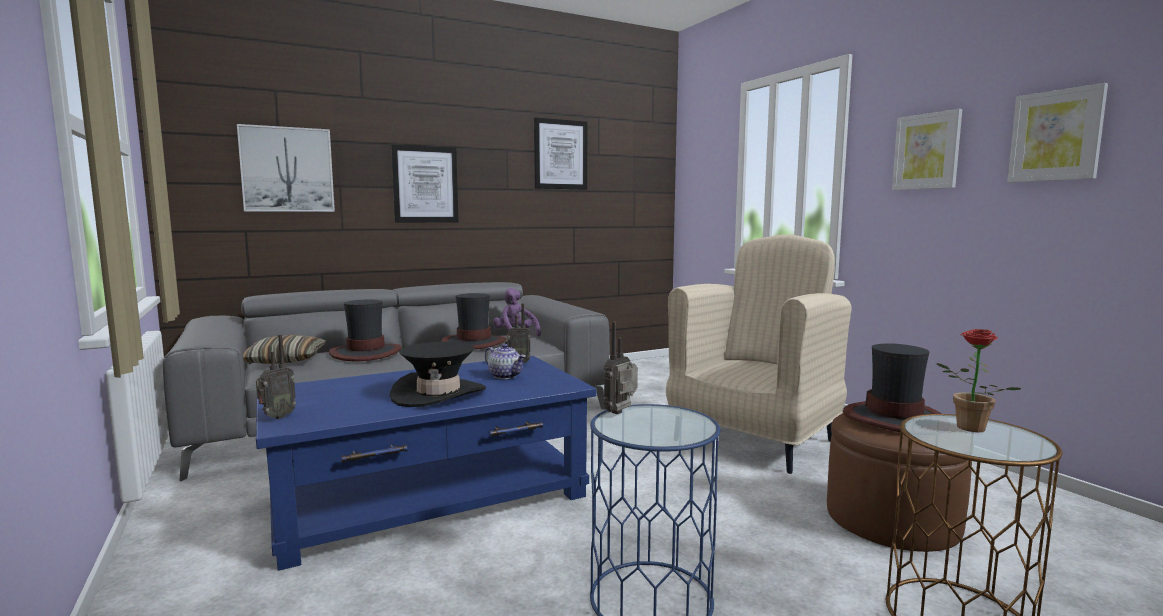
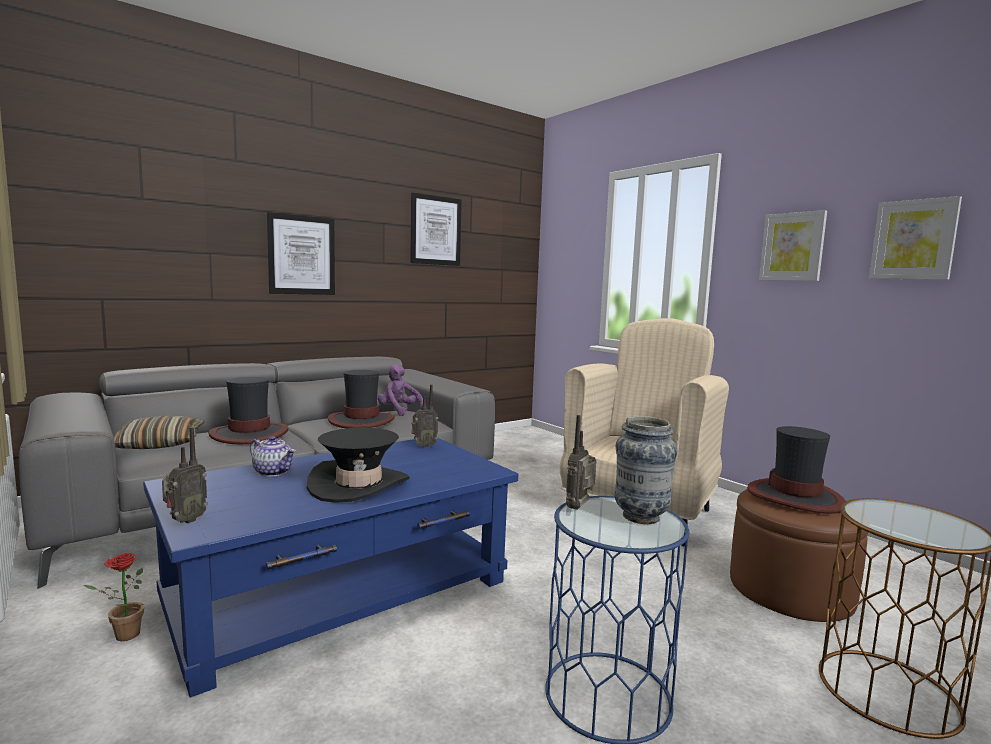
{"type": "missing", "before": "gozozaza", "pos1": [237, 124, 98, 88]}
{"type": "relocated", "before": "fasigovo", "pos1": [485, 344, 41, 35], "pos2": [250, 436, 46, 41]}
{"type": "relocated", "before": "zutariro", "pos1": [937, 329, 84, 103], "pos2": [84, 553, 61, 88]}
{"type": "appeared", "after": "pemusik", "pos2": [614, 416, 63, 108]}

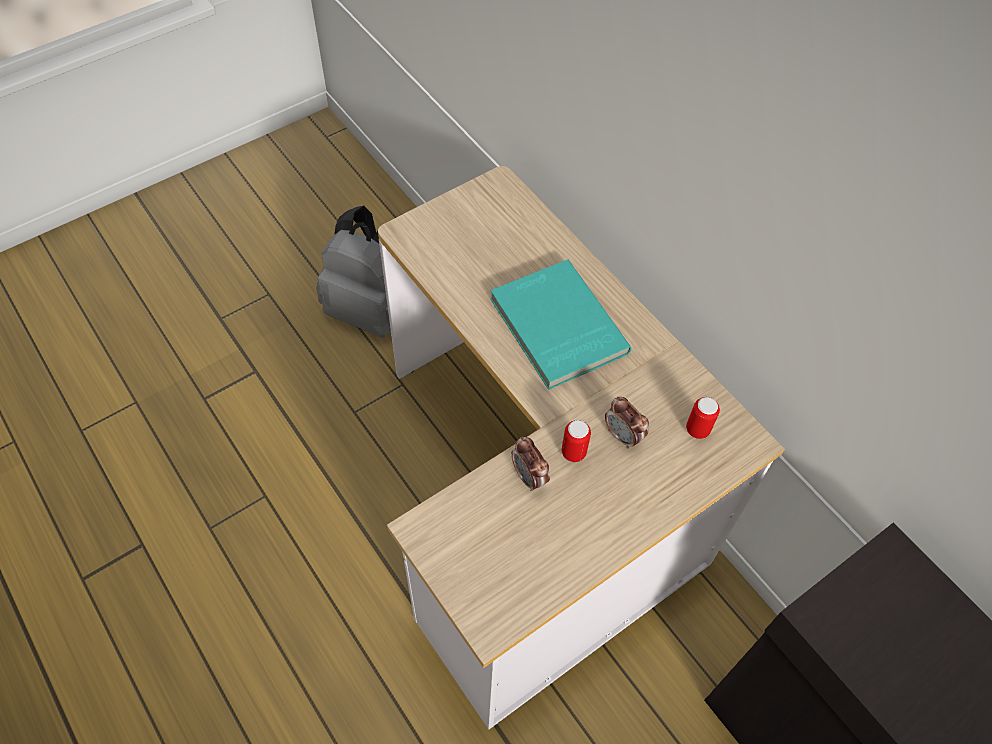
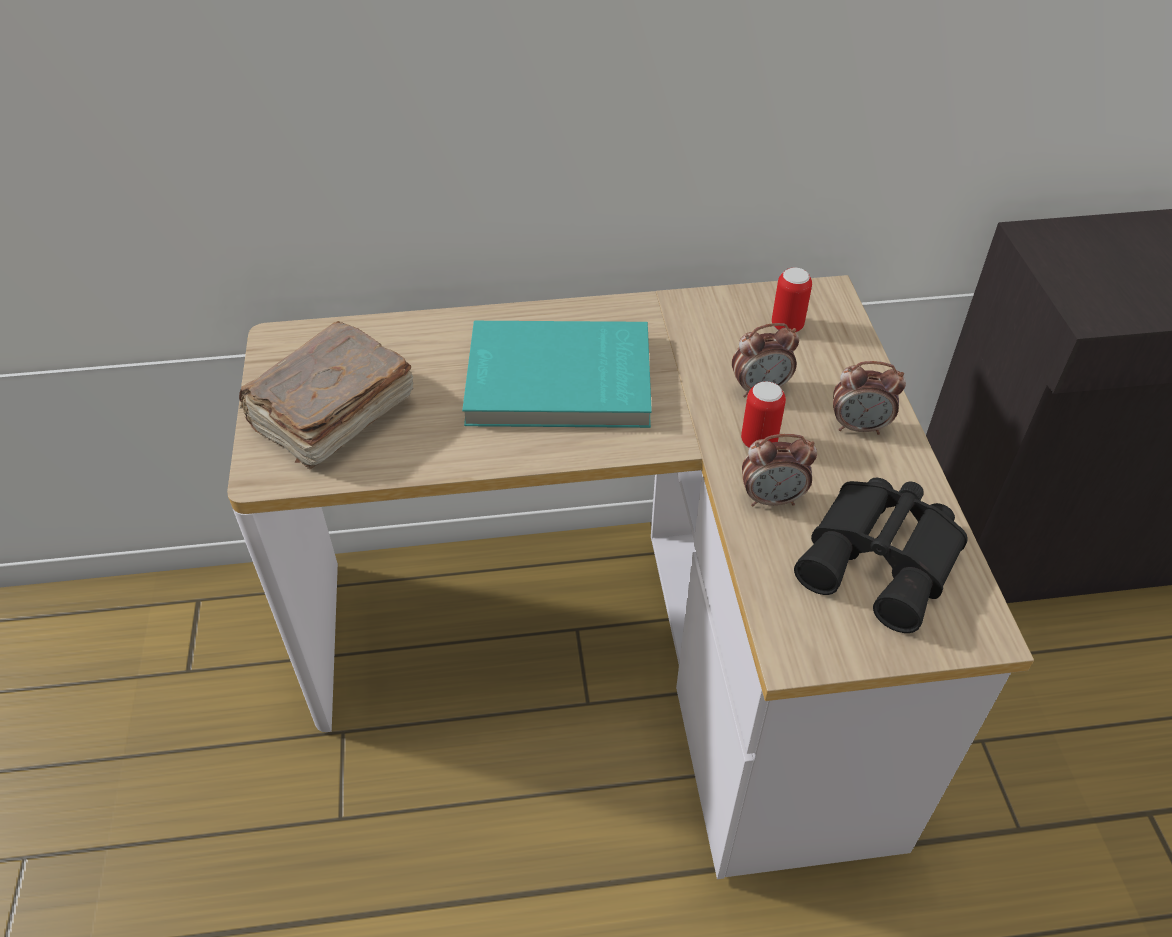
{"type": "missing", "before": "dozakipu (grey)", "pos1": [316, 206, 75, 132]}
{"type": "appeared", "after": "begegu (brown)", "pos2": [239, 321, 174, 148]}
{"type": "appeared", "after": "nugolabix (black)", "pos2": [794, 478, 174, 155]}
{"type": "appeared", "after": "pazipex", "pos2": [833, 361, 73, 74]}

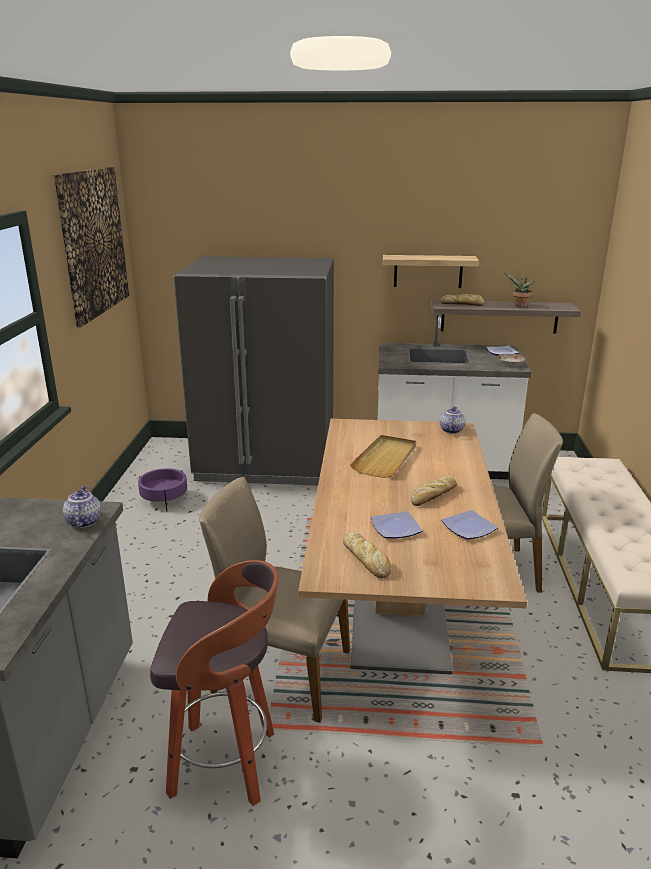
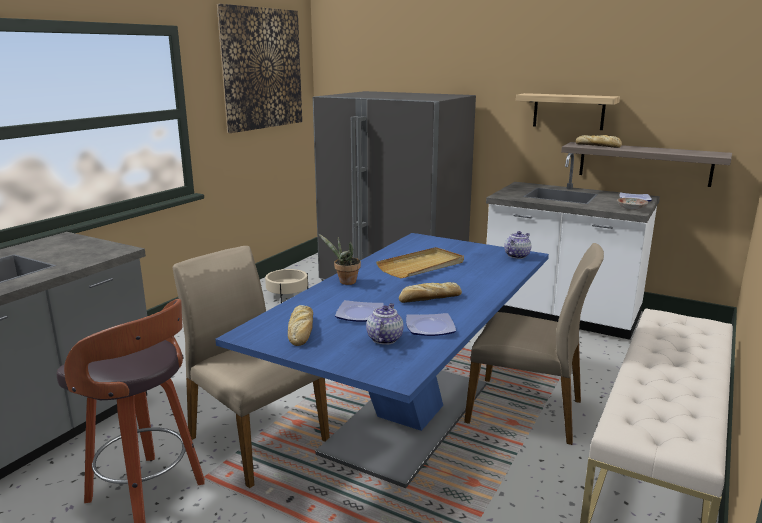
{"type": "relocated", "before": "fasigovo", "pos1": [63, 486, 38, 42], "pos2": [366, 303, 37, 42]}
{"type": "colour", "before": "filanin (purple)", "after": "filanin (beige)", "pos1": [138, 468, 49, 43], "pos2": [265, 269, 43, 34]}
{"type": "colour", "before": "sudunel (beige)", "after": "sudunel (blue)", "pos1": [298, 419, 229, 256], "pos2": [215, 233, 334, 255]}
{"type": "relocated", "before": "zutariro", "pos1": [505, 273, 30, 34], "pos2": [318, 233, 43, 52]}

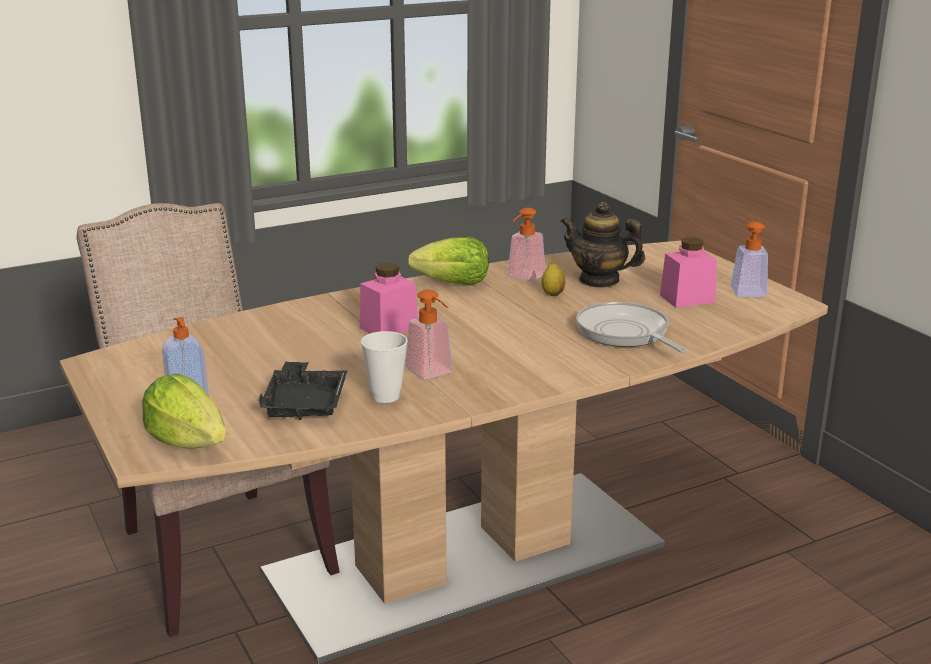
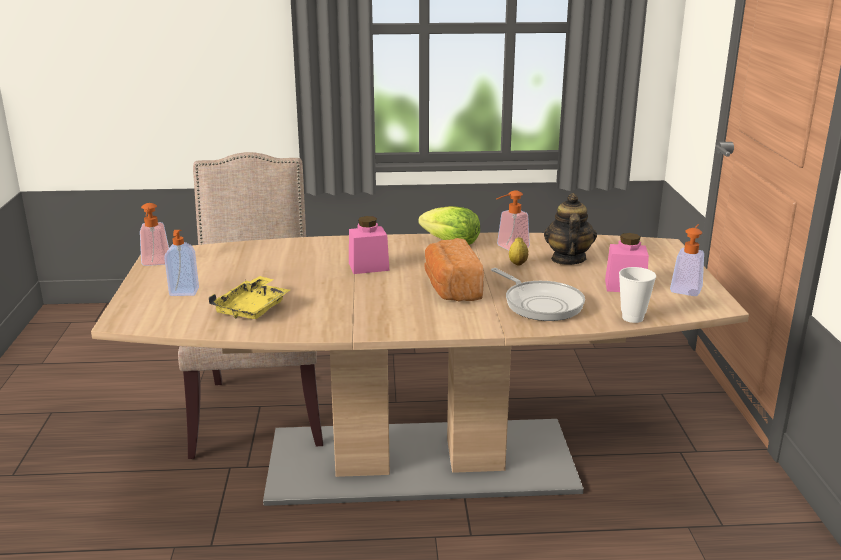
{"type": "missing", "before": "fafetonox", "pos1": [142, 374, 84, 74]}
{"type": "colour", "before": "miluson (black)", "after": "miluson (yellow)", "pos1": [258, 362, 89, 58], "pos2": [209, 276, 81, 43]}
{"type": "relocated", "before": "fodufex", "pos1": [361, 331, 47, 72], "pos2": [619, 267, 37, 56]}
{"type": "relocated", "before": "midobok", "pos1": [405, 289, 47, 91], "pos2": [140, 203, 29, 63]}
{"type": "spun", "before": "fasigovo", "pos1": [560, 202, 85, 86], "pos2": [544, 193, 53, 72], "turn": 45}
{"type": "spun", "before": "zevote", "pos1": [576, 302, 112, 51], "pos2": [491, 268, 94, 53], "turn": 150}
{"type": "appeared", "after": "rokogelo", "pos2": [424, 238, 60, 63]}

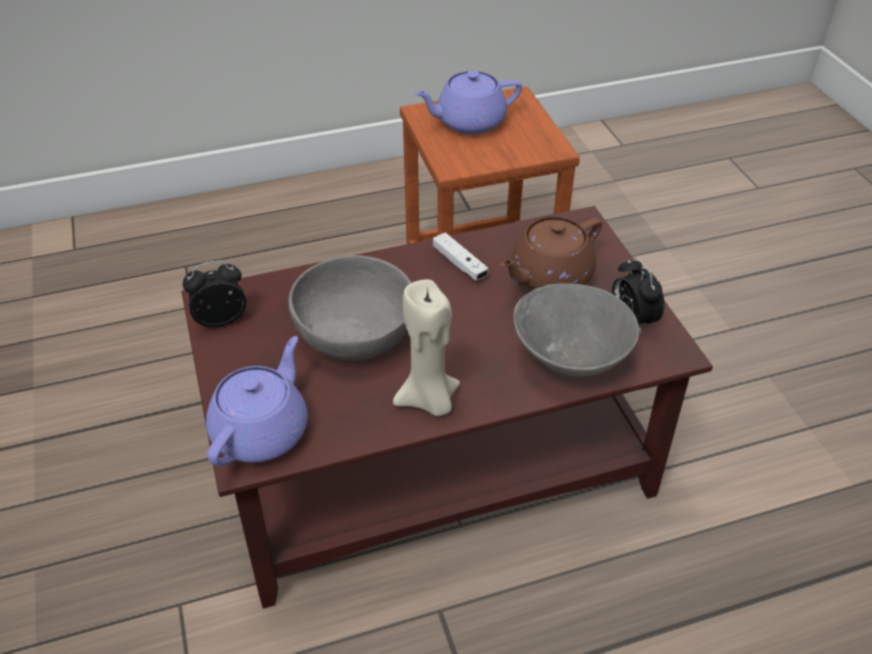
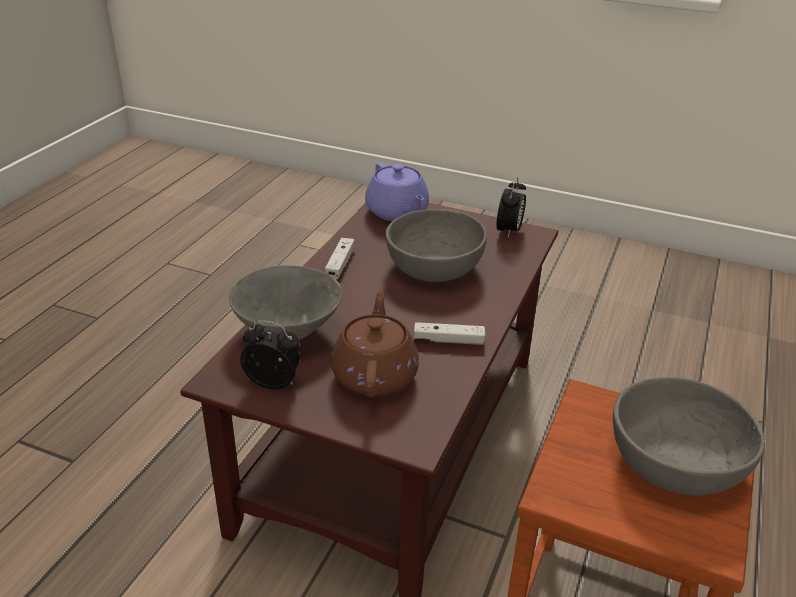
{"type": "exchanged", "before": "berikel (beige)", "after": "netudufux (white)", "pos1": [393, 279, 67, 137], "pos2": [325, 238, 30, 42]}
{"type": "exchanged", "before": "fasigovo (purple)", "after": "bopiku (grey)", "pos1": [415, 71, 107, 64], "pos2": [613, 377, 152, 119]}

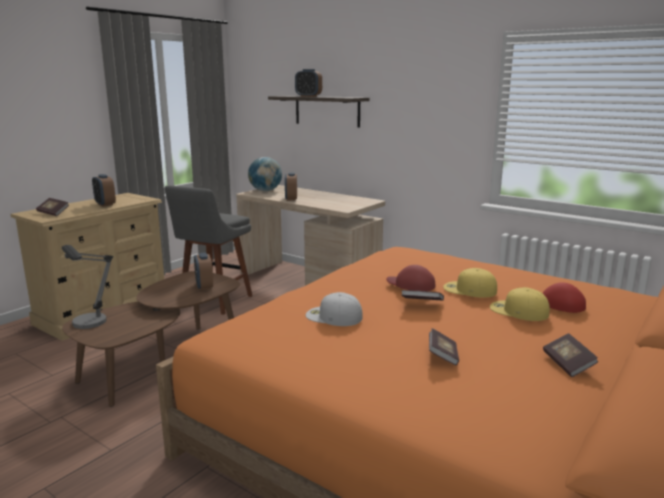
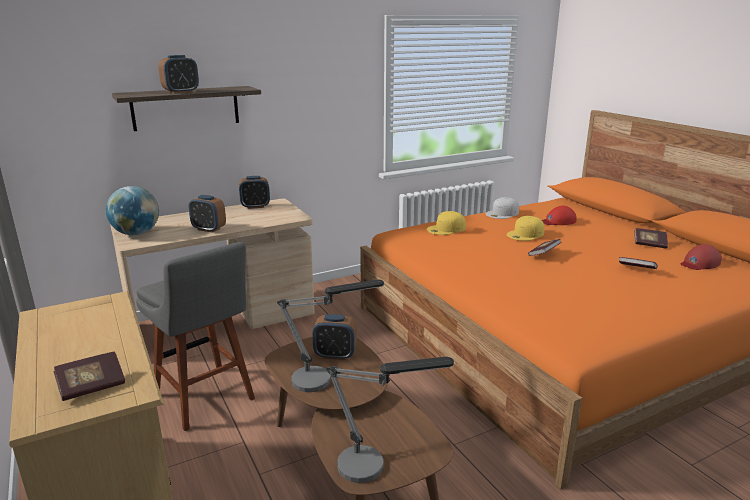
{"type": "relocated", "before": "pazipex", "pos1": [92, 174, 24, 33], "pos2": [239, 176, 31, 33]}
{"type": "relocated", "before": "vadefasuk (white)", "pos1": [306, 292, 57, 34], "pos2": [486, 197, 33, 22]}
{"type": "relocated", "before": "vadefasuk (red)", "pos1": [387, 265, 48, 26], "pos2": [681, 244, 41, 26]}
{"type": "relocated", "before": "vadefasuk (yellow)", "pos1": [490, 287, 60, 34], "pos2": [427, 211, 39, 24]}
{"type": "appeared", "after": "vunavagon", "pos2": [277, 280, 107, 112]}

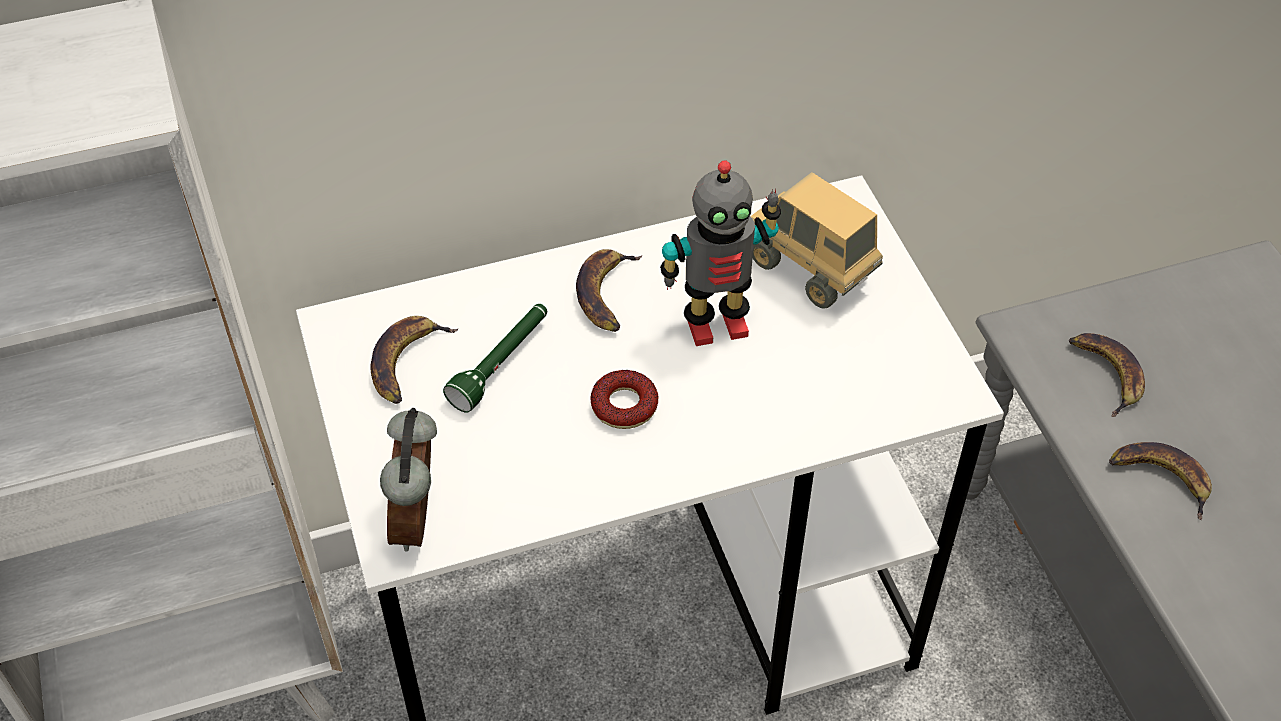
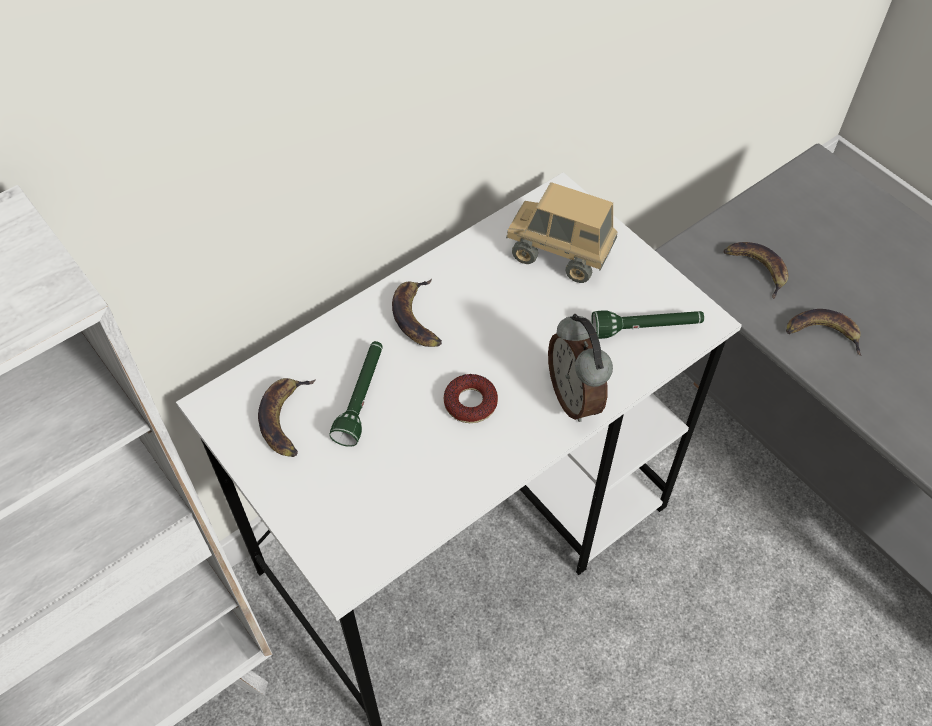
{"type": "relocated", "before": "pazipex", "pos1": [380, 408, 57, 144], "pos2": [548, 314, 65, 108]}
{"type": "missing", "before": "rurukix", "pos1": [660, 161, 121, 185]}
{"type": "appeared", "after": "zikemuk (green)", "pos2": [591, 310, 113, 29]}

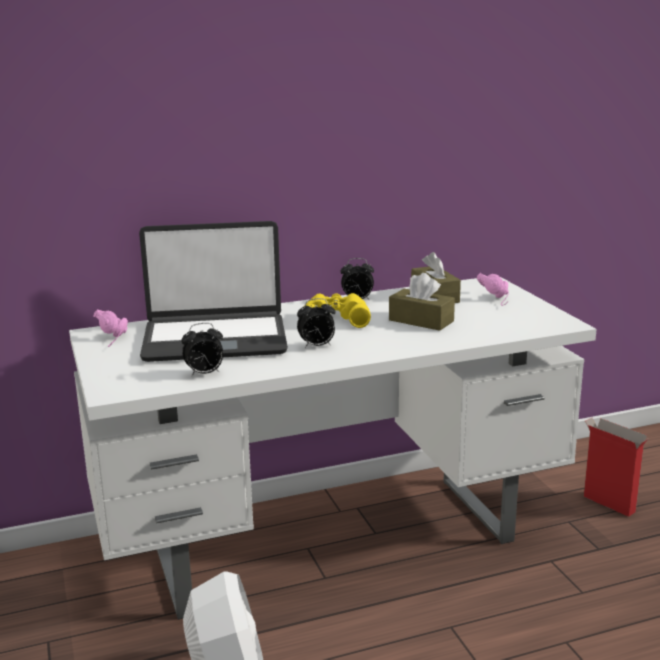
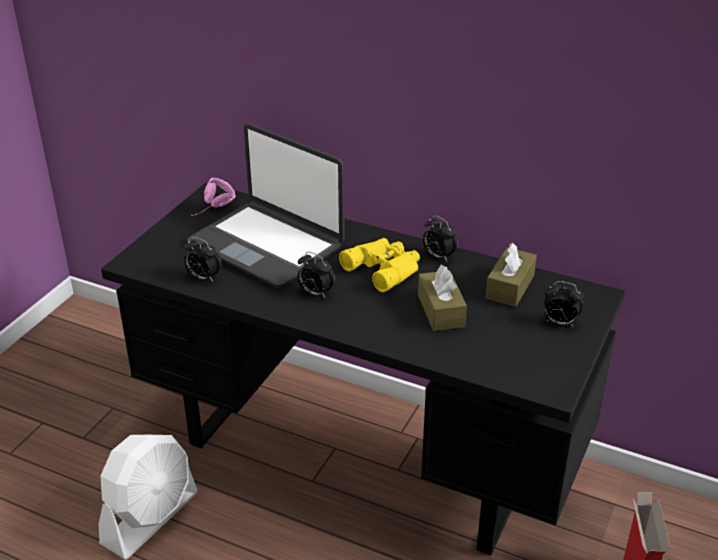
{"type": "colour", "before": "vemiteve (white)", "after": "vemiteve (black)", "pos1": [69, 277, 528, 343], "pos2": [101, 183, 524, 373]}
{"type": "exchanged", "before": "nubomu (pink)", "after": "pazipex", "pos1": [477, 273, 32, 33], "pos2": [544, 281, 40, 45]}

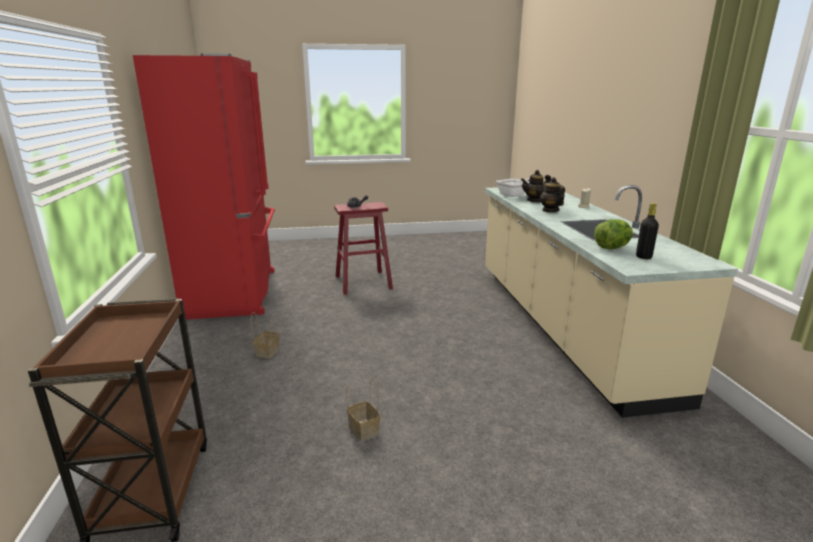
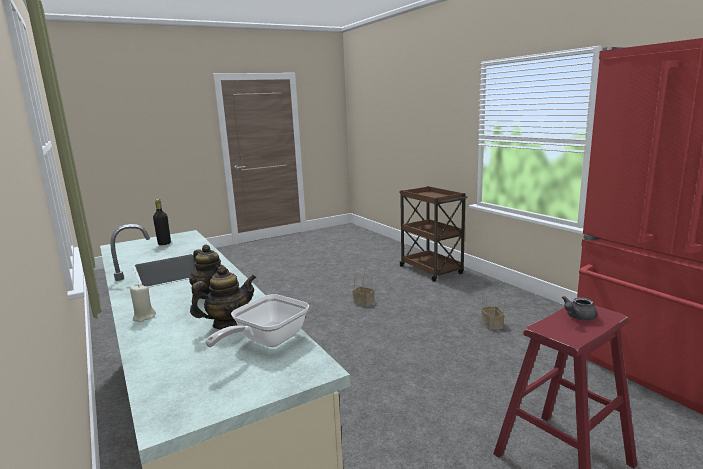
{"type": "missing", "before": "fafetonox", "pos1": [594, 219, 39, 30]}

